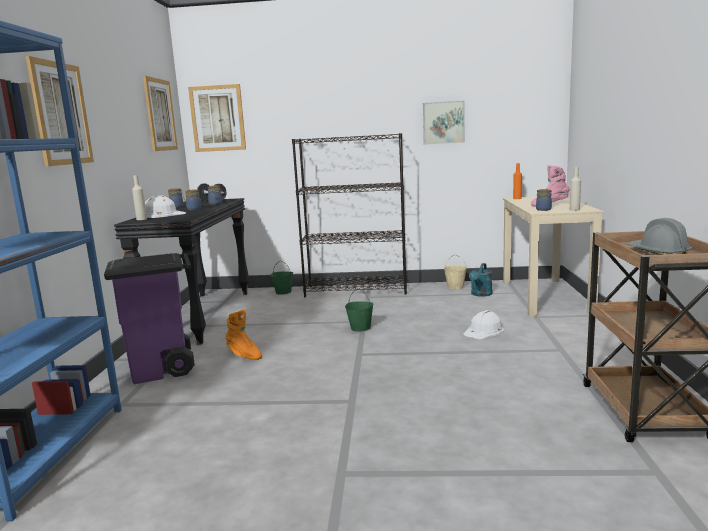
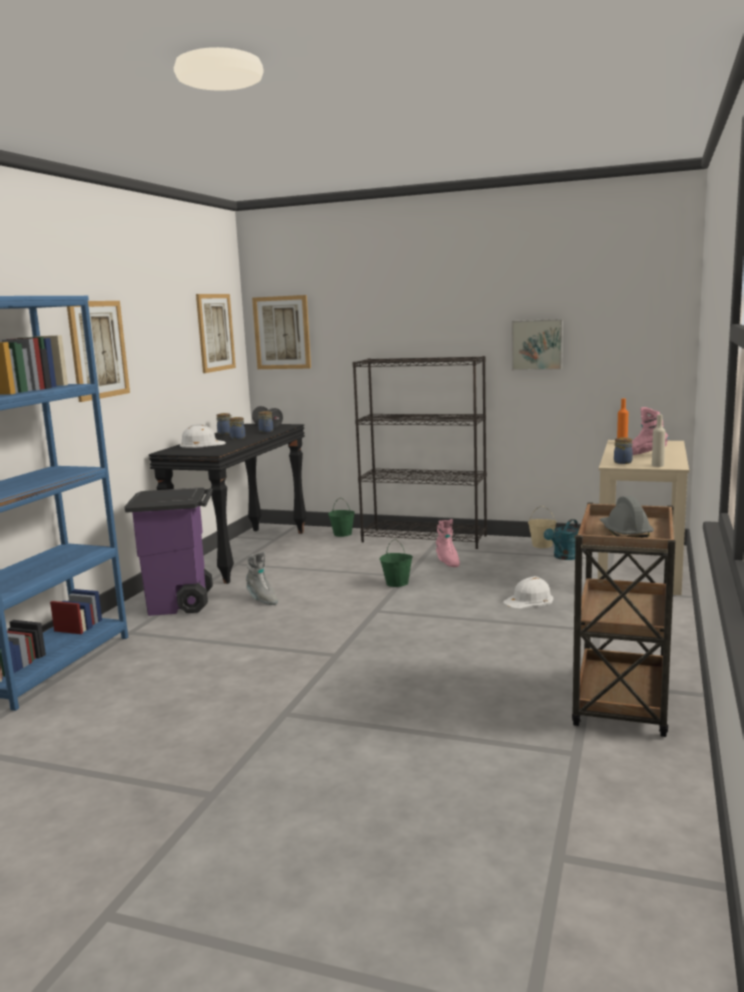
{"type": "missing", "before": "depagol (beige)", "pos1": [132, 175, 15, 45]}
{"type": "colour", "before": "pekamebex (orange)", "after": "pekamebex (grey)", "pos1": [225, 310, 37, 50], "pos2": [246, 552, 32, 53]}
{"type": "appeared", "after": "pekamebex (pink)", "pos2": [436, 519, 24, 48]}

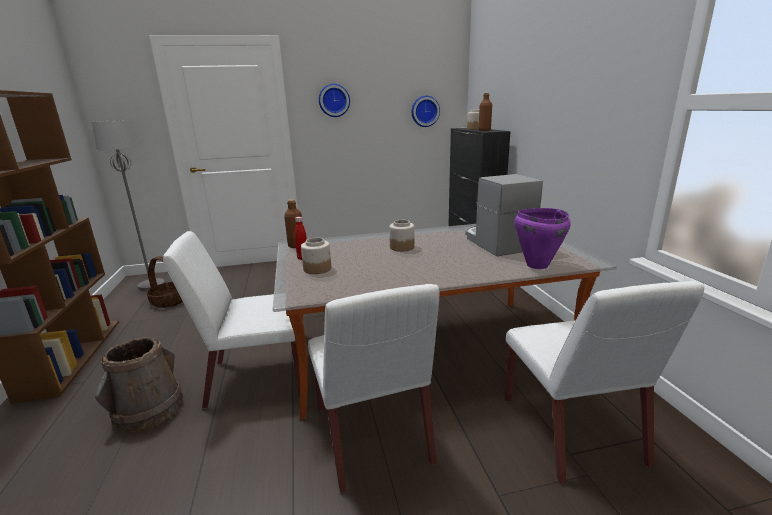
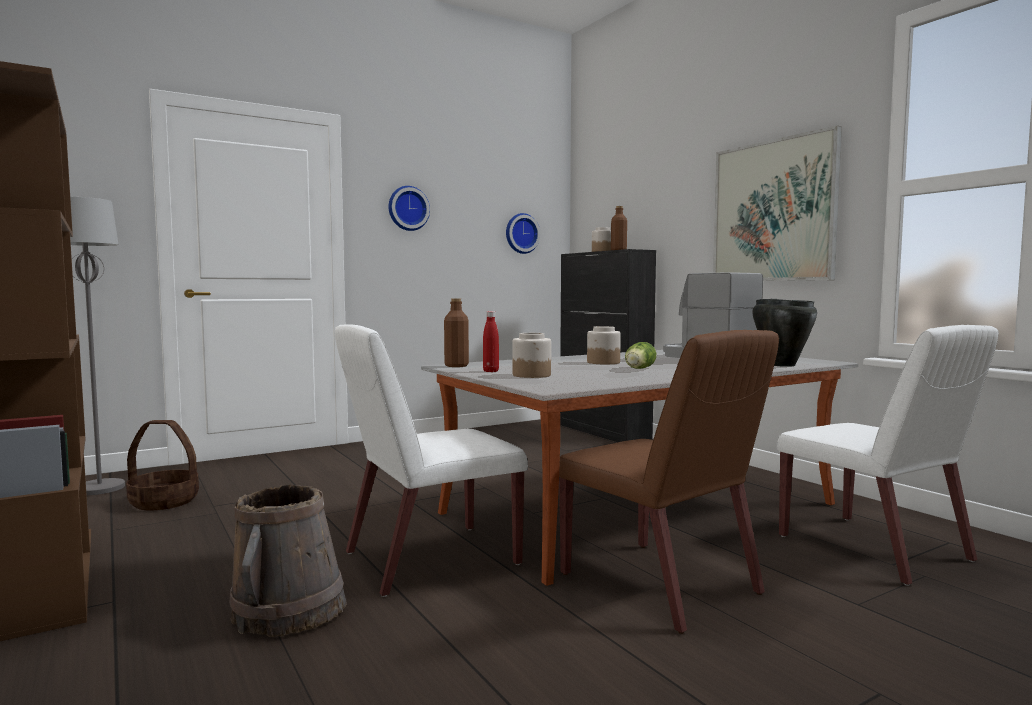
{"type": "colour", "before": "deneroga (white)", "after": "deneroga (brown)", "pos1": [308, 284, 131, 209], "pos2": [559, 330, 220, 304]}
{"type": "colour", "before": "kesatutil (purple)", "after": "kesatutil (black)", "pos1": [514, 208, 57, 61], "pos2": [752, 299, 65, 68]}
{"type": "appeared", "after": "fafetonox", "pos2": [625, 342, 31, 27]}
{"type": "appeared", "after": "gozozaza", "pos2": [713, 125, 129, 156]}

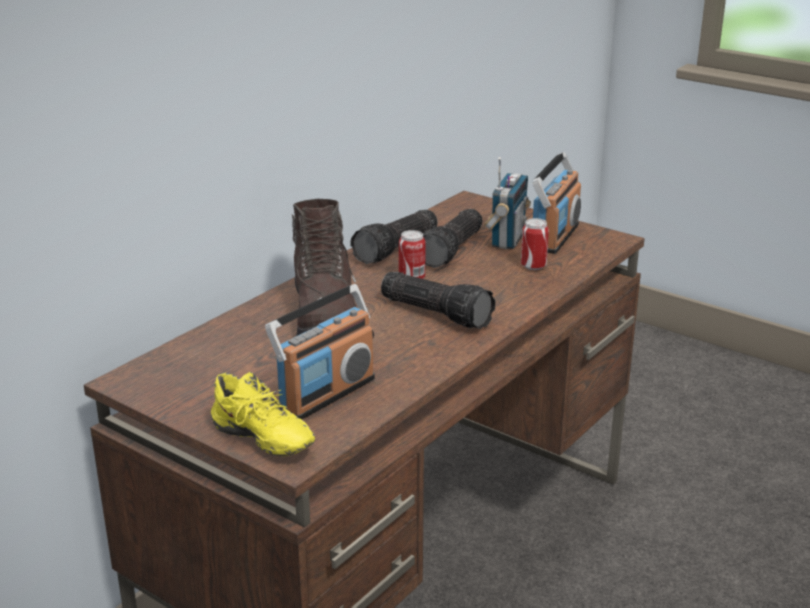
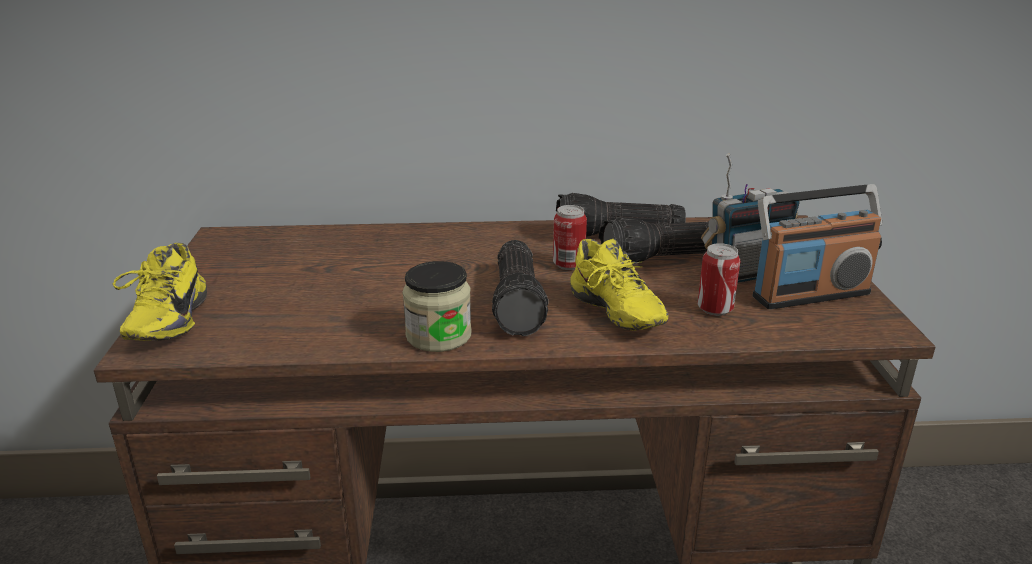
{"type": "missing", "before": "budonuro", "pos1": [265, 284, 110, 136]}
{"type": "missing", "before": "pekamebex (brown)", "pos1": [292, 199, 64, 137]}
{"type": "appeared", "after": "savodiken", "pos2": [402, 261, 70, 91]}
{"type": "appeared", "after": "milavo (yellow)", "pos2": [570, 239, 98, 91]}

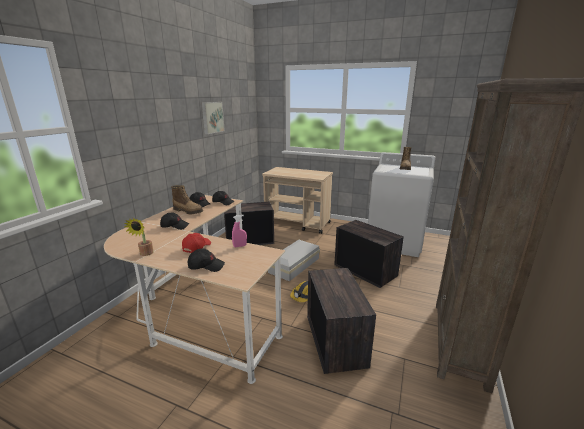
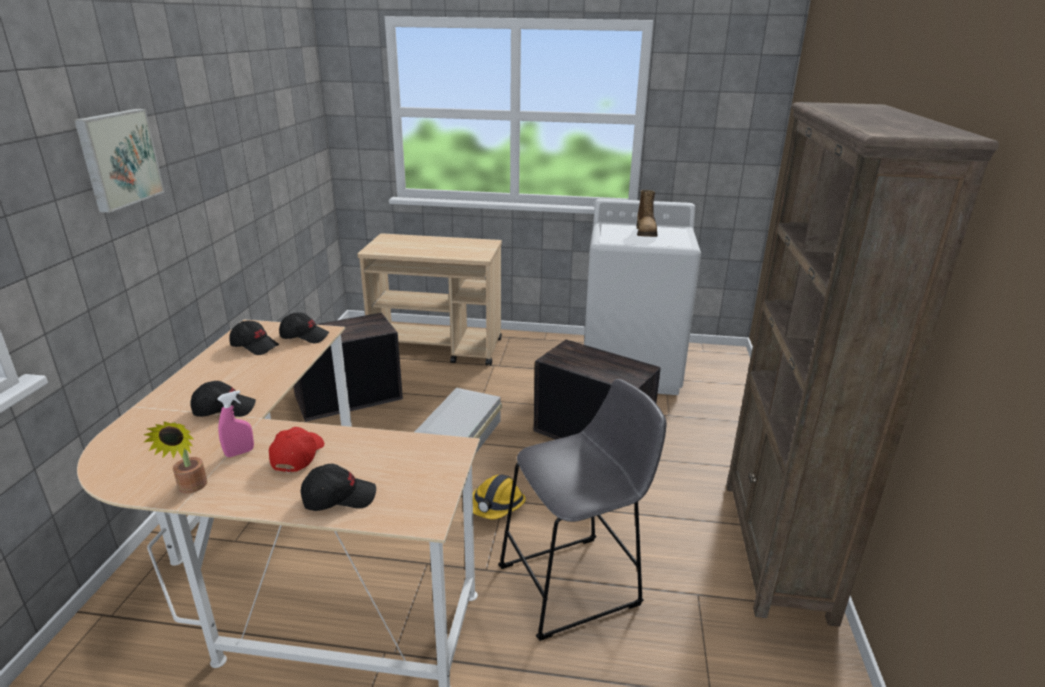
{"type": "missing", "before": "pekamebex", "pos1": [171, 185, 32, 29]}
{"type": "relocated", "before": "gozozaza", "pos1": [202, 102, 23, 32], "pos2": [74, 109, 90, 104]}
{"type": "relocated", "before": "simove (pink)", "pos1": [232, 215, 15, 32], "pos2": [217, 390, 37, 67]}
{"type": "exchanged", "before": "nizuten", "after": "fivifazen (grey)", "pos1": [307, 268, 69, 106], "pos2": [498, 379, 169, 262]}

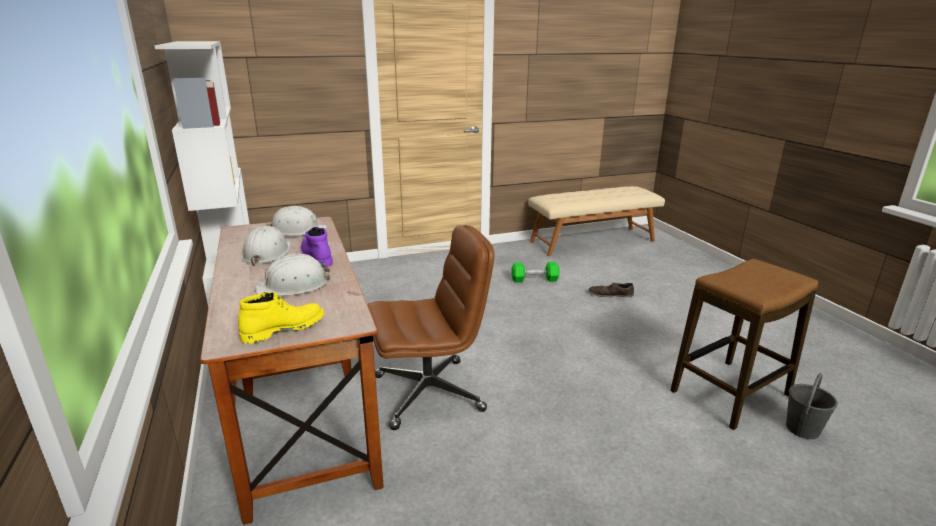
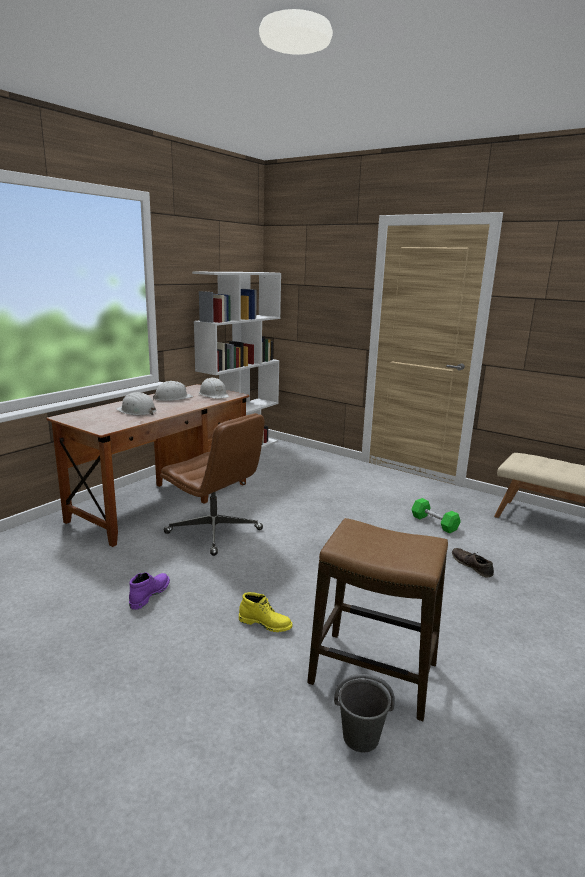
{"type": "relocated", "before": "pekamebex (yellow)", "pos1": [238, 292, 86, 52], "pos2": [239, 592, 54, 40]}
{"type": "relocated", "before": "pekamebex (purple)", "pos1": [301, 227, 32, 40], "pos2": [129, 572, 41, 38]}

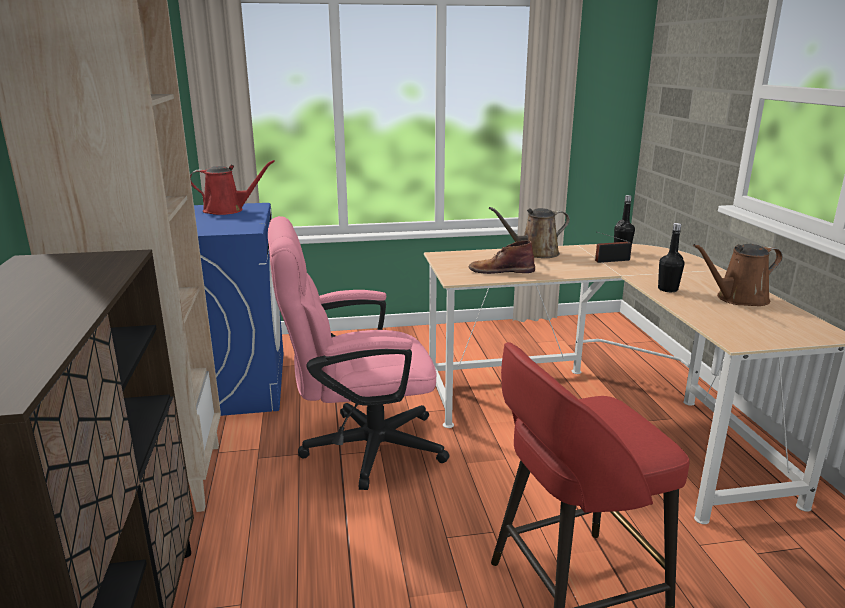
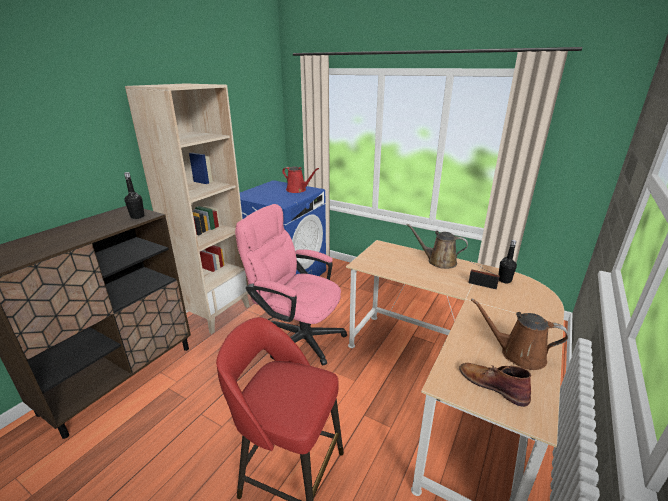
{"type": "relocated", "before": "pekamebex (brown)", "pos1": [469, 240, 66, 34], "pos2": [459, 363, 72, 44]}
{"type": "relocated", "before": "depagol (black)", "pos1": [658, 223, 27, 69], "pos2": [124, 172, 20, 47]}

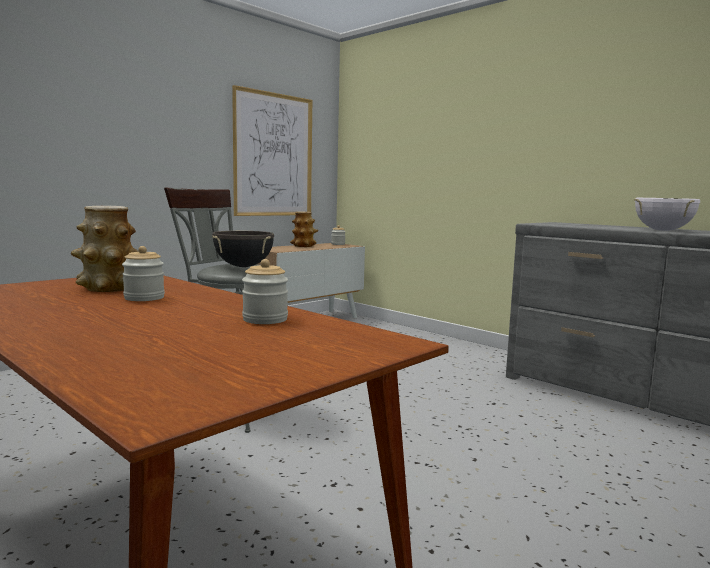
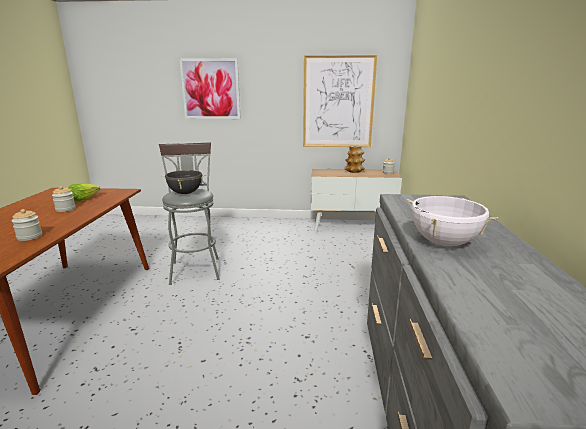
{"type": "exchanged", "before": "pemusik", "after": "fafetonox", "pos1": [71, 206, 68, 86], "pos2": [68, 183, 32, 18]}
{"type": "appeared", "after": "gozozaza", "pos2": [179, 58, 62, 61]}

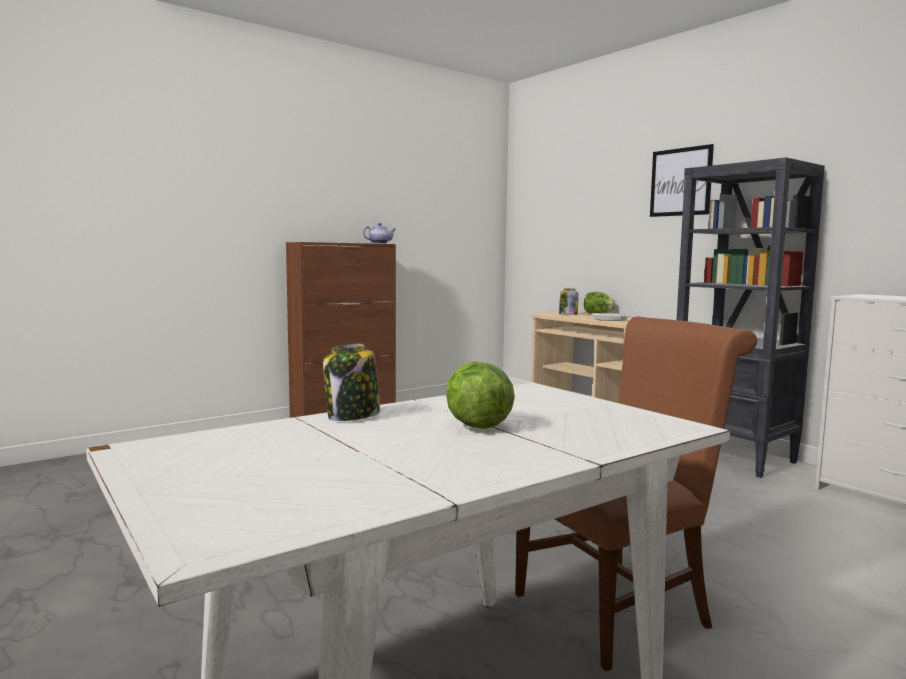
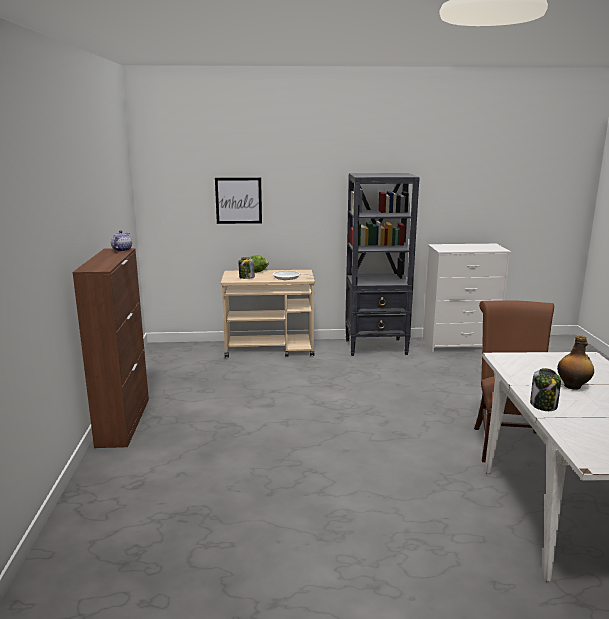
{"type": "exchanged", "before": "fafetonox", "after": "depagol", "pos1": [446, 362, 69, 67], "pos2": [557, 335, 37, 55]}
{"type": "relocated", "before": "gozozaza", "pos1": [650, 144, 64, 73], "pos2": [215, 177, 47, 47]}

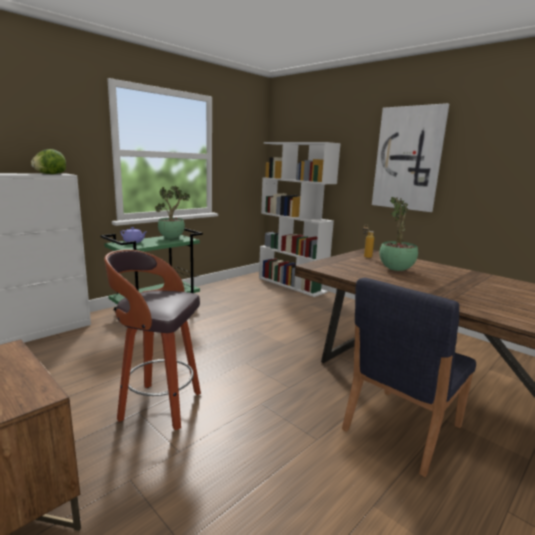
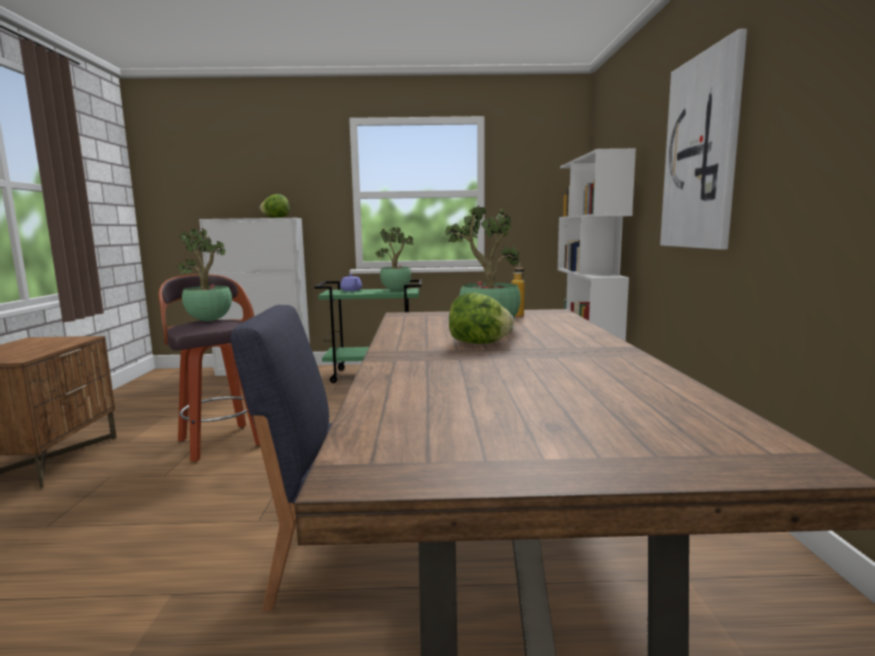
{"type": "appeared", "after": "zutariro", "pos2": [176, 228, 56, 93]}
{"type": "appeared", "after": "fafetonox", "pos2": [449, 293, 65, 51]}

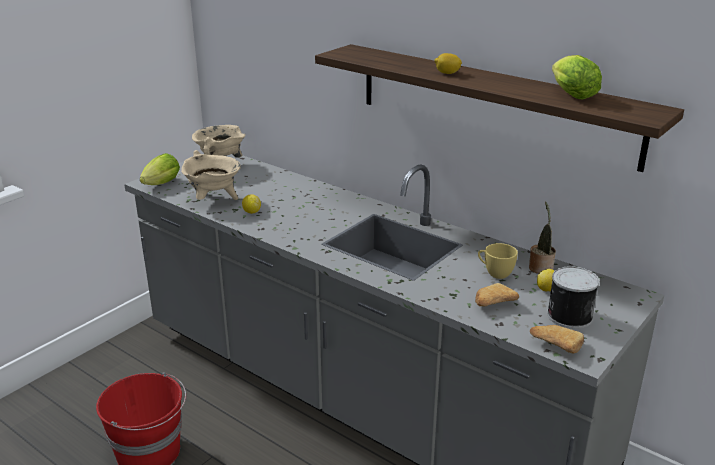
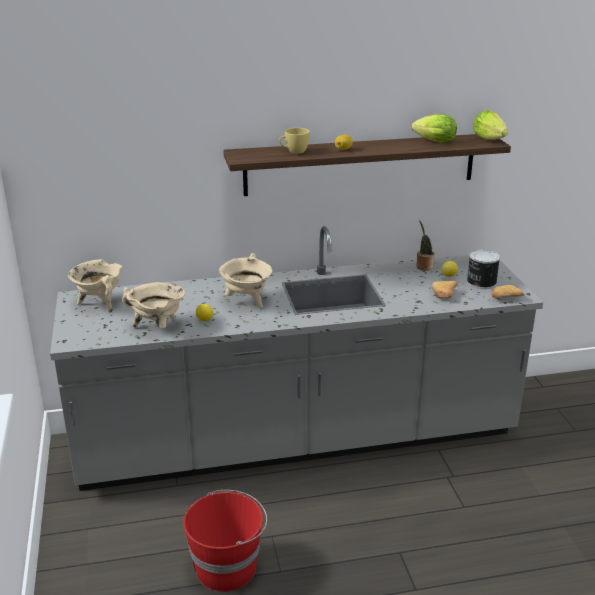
{"type": "relocated", "before": "fafetonox", "pos1": [140, 153, 40, 32], "pos2": [473, 110, 35, 30]}
{"type": "relocated", "before": "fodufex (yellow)", "pos1": [478, 243, 40, 36], "pos2": [279, 128, 31, 26]}
{"type": "appeared", "after": "kesatutil (beige)", "pos2": [219, 253, 54, 56]}

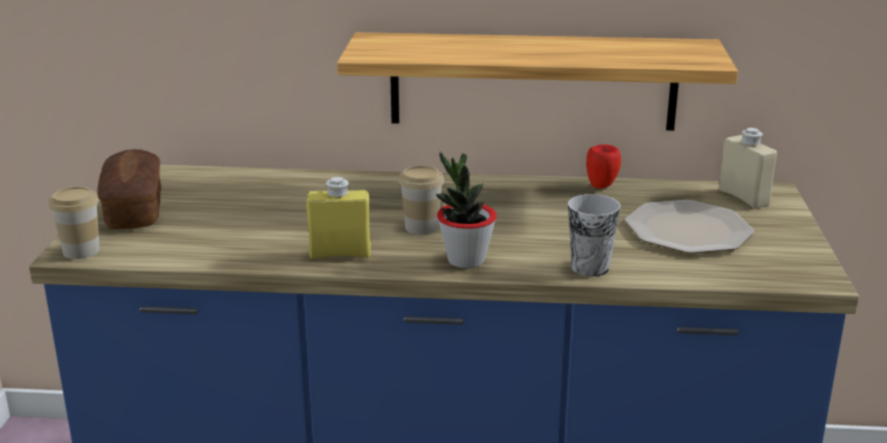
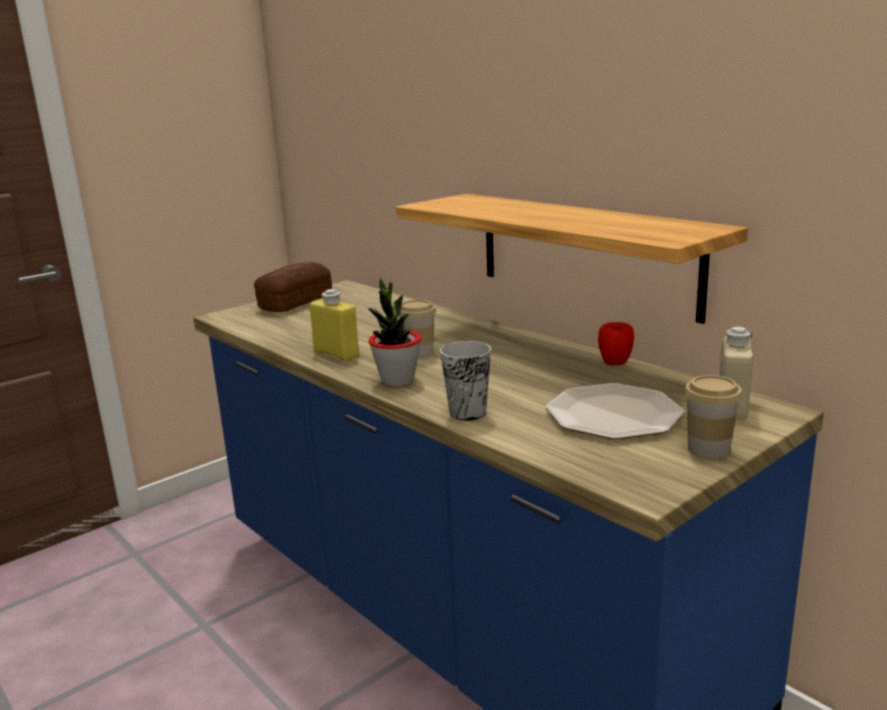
{"type": "relocated", "before": "fodufex", "pos1": [49, 186, 51, 73], "pos2": [684, 375, 58, 84]}

